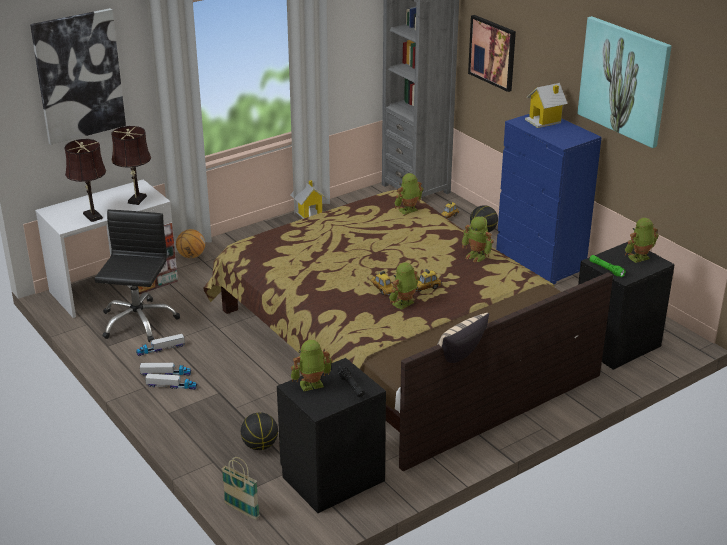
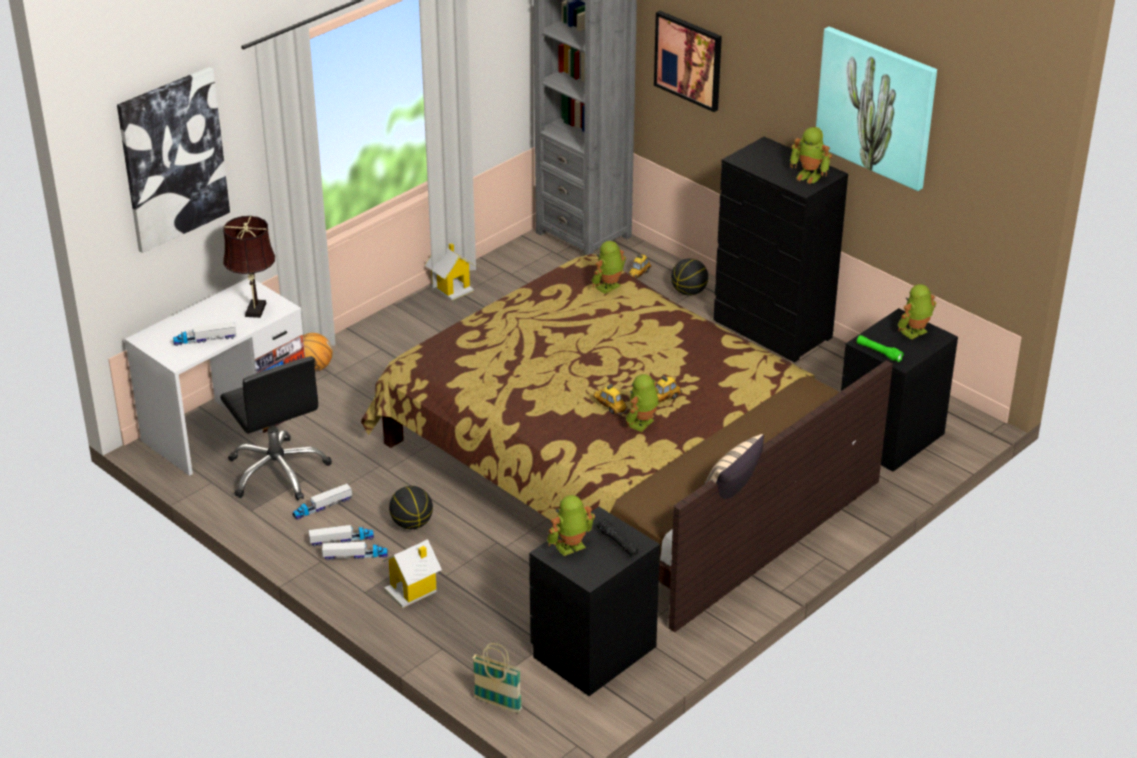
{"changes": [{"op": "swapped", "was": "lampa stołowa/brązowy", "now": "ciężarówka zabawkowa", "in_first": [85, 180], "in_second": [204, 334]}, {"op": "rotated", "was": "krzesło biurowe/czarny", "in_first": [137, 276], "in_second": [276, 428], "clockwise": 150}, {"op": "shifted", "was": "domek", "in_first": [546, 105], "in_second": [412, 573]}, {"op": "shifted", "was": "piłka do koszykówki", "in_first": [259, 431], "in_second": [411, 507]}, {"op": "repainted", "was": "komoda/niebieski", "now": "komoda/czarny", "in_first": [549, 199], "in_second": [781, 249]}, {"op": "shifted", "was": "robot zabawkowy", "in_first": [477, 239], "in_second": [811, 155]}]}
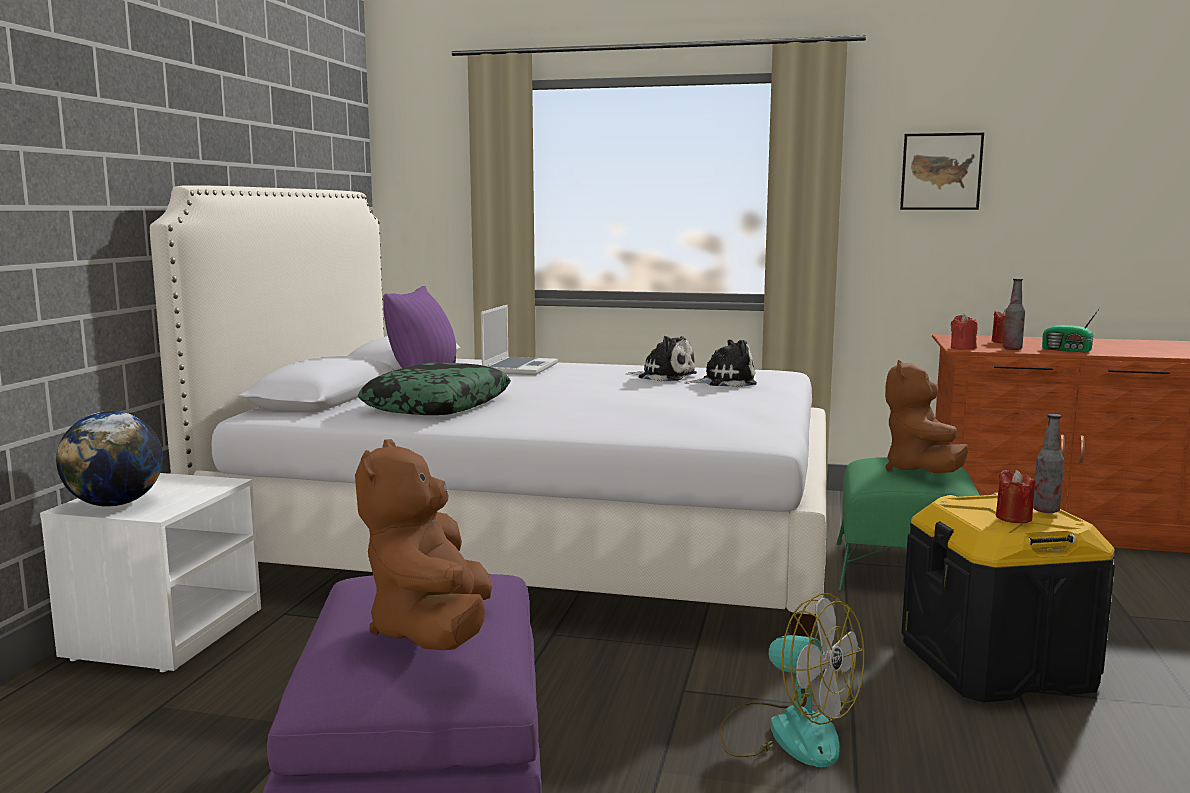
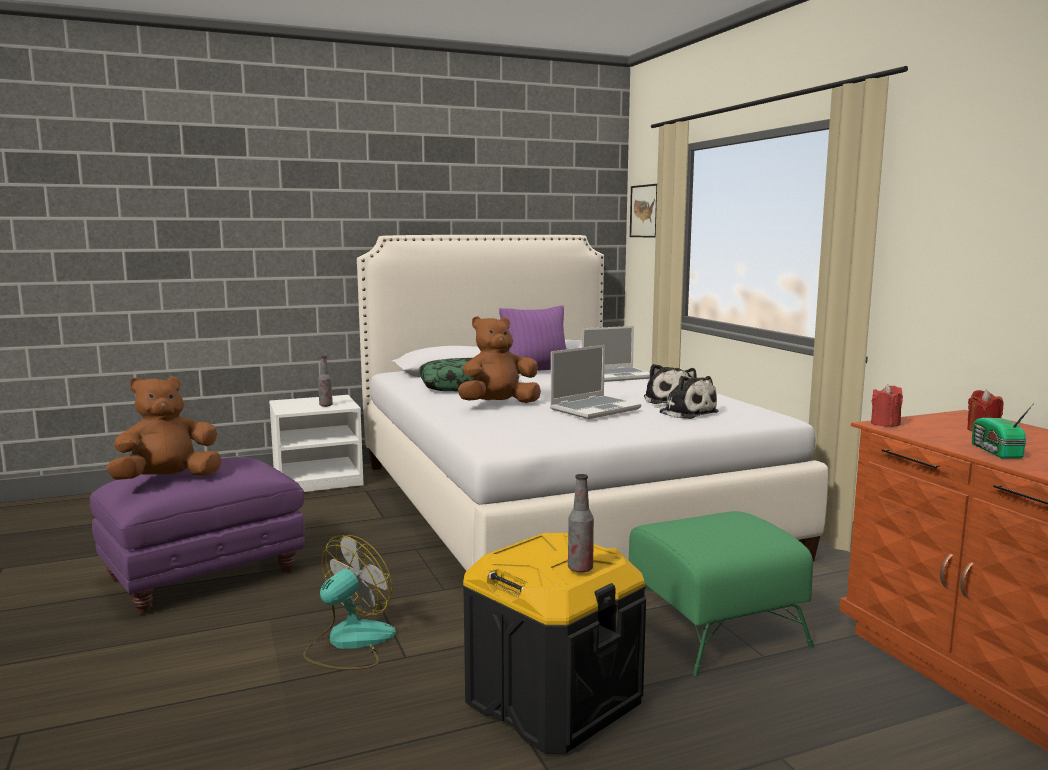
{"changes": [{"op": "rotated", "was": "wentylator", "in_first": [791, 680], "in_second": [349, 602], "clockwise": -150}, {"op": "shifted", "was": "butelka", "in_first": [1014, 314], "in_second": [325, 381]}, {"op": "shifted", "was": "pluszak/brązowy", "in_first": [926, 416], "in_second": [499, 359]}, {"op": "new", "now": "laptop", "in_second": [595, 382]}, {"op": "shifted", "was": "obraz", "in_first": [942, 171], "in_second": [643, 211]}, {"op": "gone", "was": "globus", "in_first": [109, 459]}, {"op": "gone", "was": "świeca/czerwony", "in_first": [1015, 496]}]}
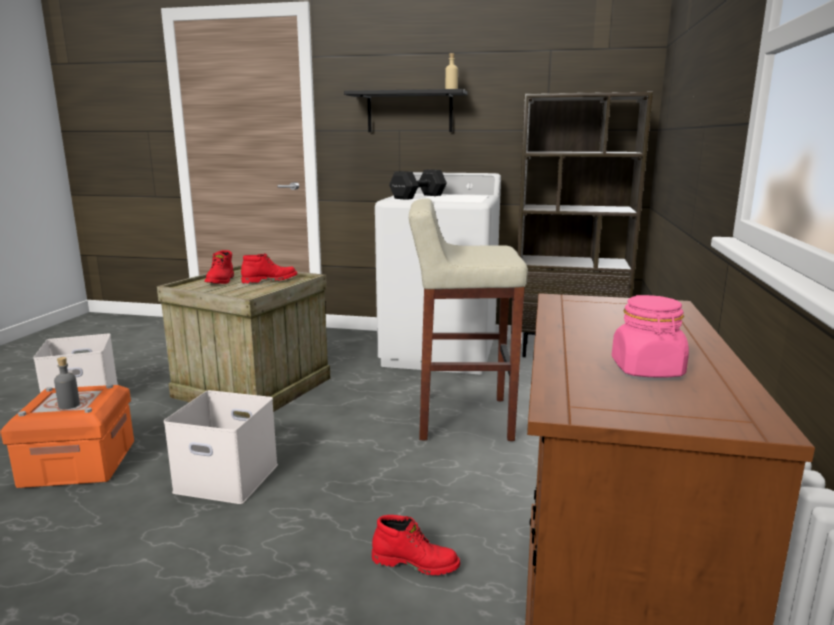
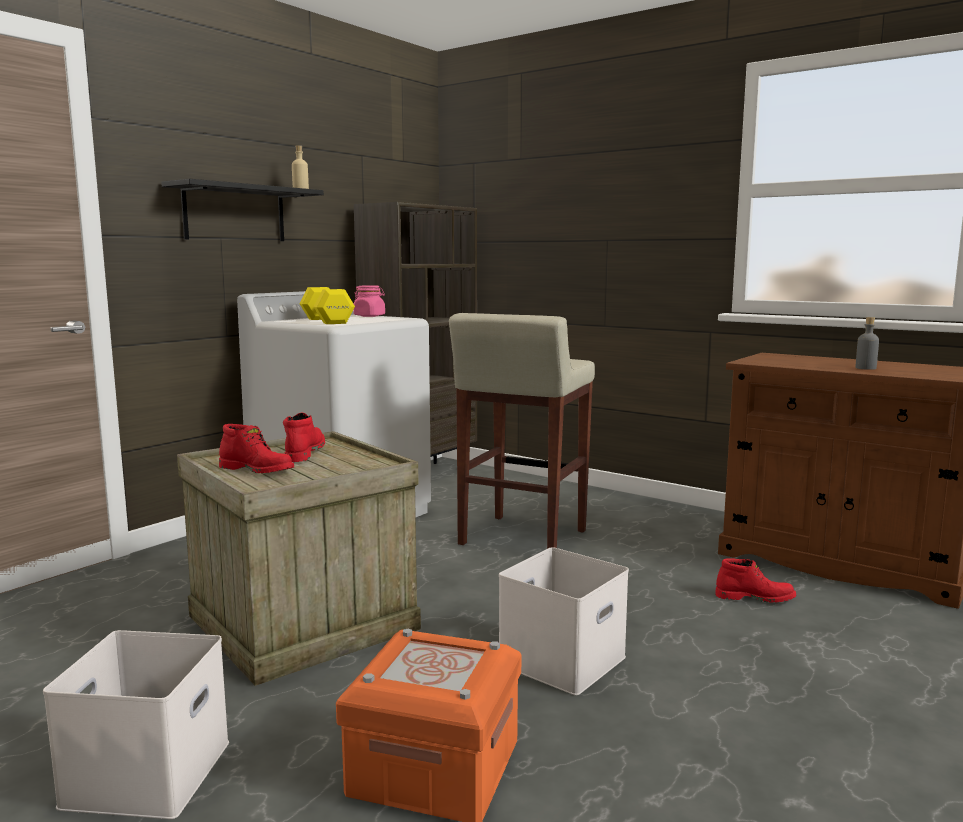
{"changes": [{"op": "repainted", "was": "hantel/czarny", "now": "hantel/żółty", "in_first": [418, 184], "in_second": [327, 305]}, {"op": "shifted", "was": "słoik/różowy", "in_first": [650, 336], "in_second": [369, 301]}, {"op": "rotated", "was": "but z cholewką/czerwony", "in_first": [416, 545], "in_second": [755, 580], "clockwise": 60}, {"op": "shifted", "was": "butelka/szary", "in_first": [67, 383], "in_second": [867, 343]}]}
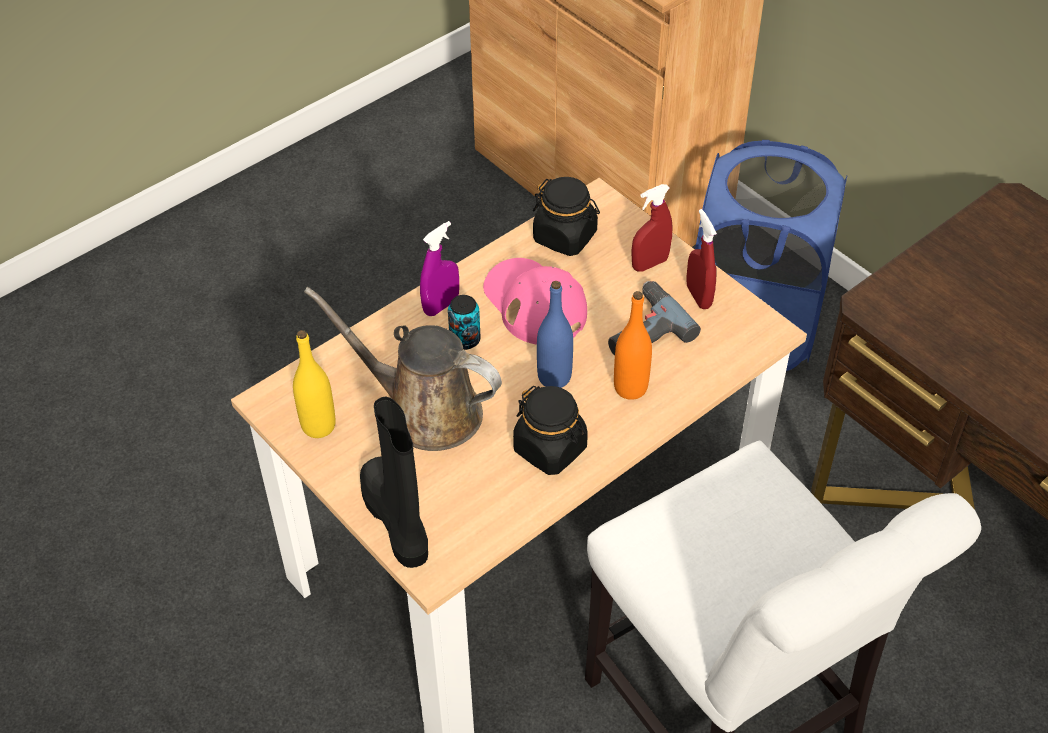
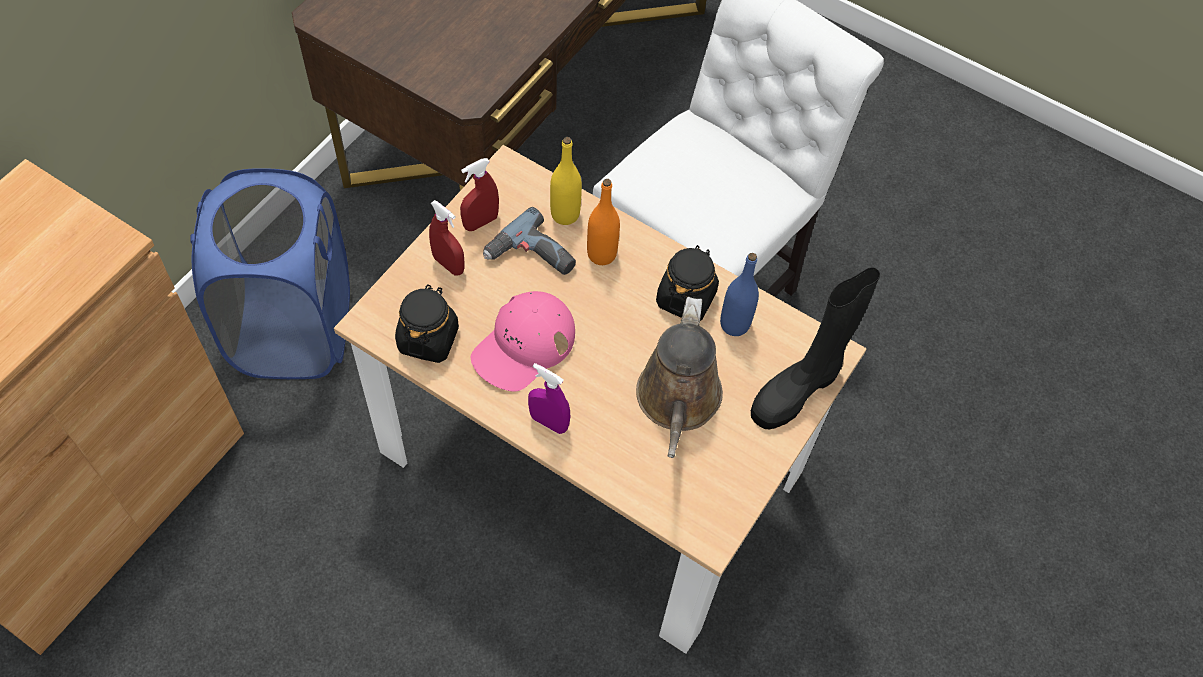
{"changes": [{"op": "shifted", "was": "butelka/żółty", "in_first": [314, 384], "in_second": [566, 181]}, {"op": "shifted", "was": "butelka/niebieski", "in_first": [555, 334], "in_second": [739, 294]}, {"op": "gone", "was": "puszka", "in_first": [464, 322]}]}
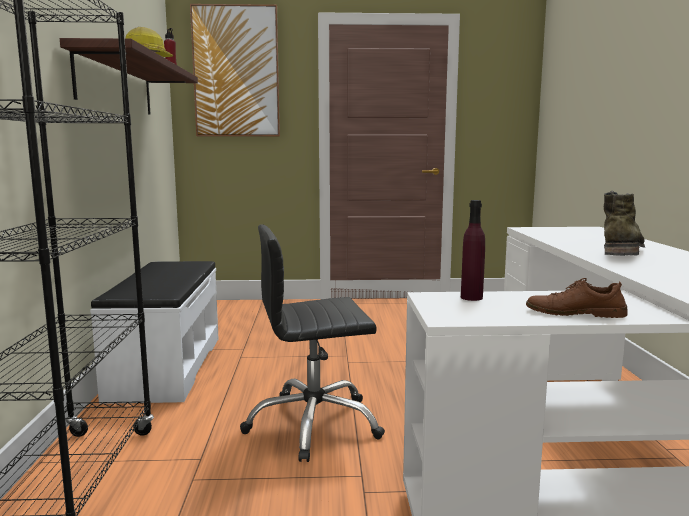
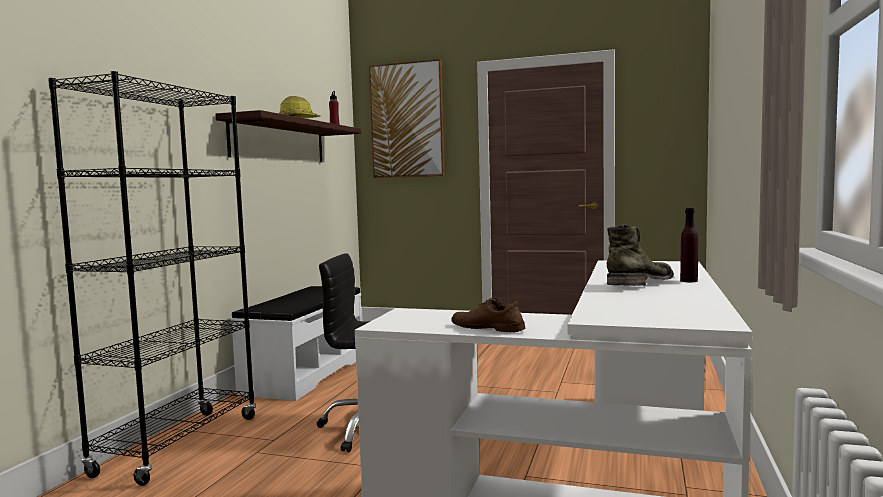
{"changes": [{"op": "shifted", "was": "butelka/fioletowy", "in_first": [473, 250], "in_second": [689, 245]}]}
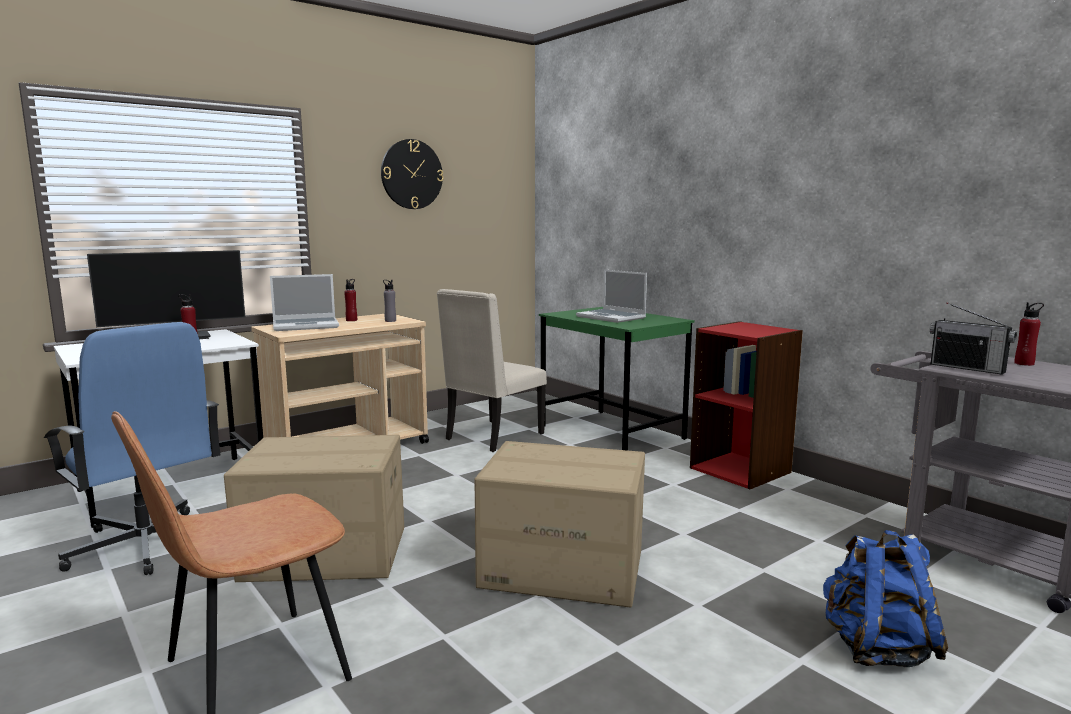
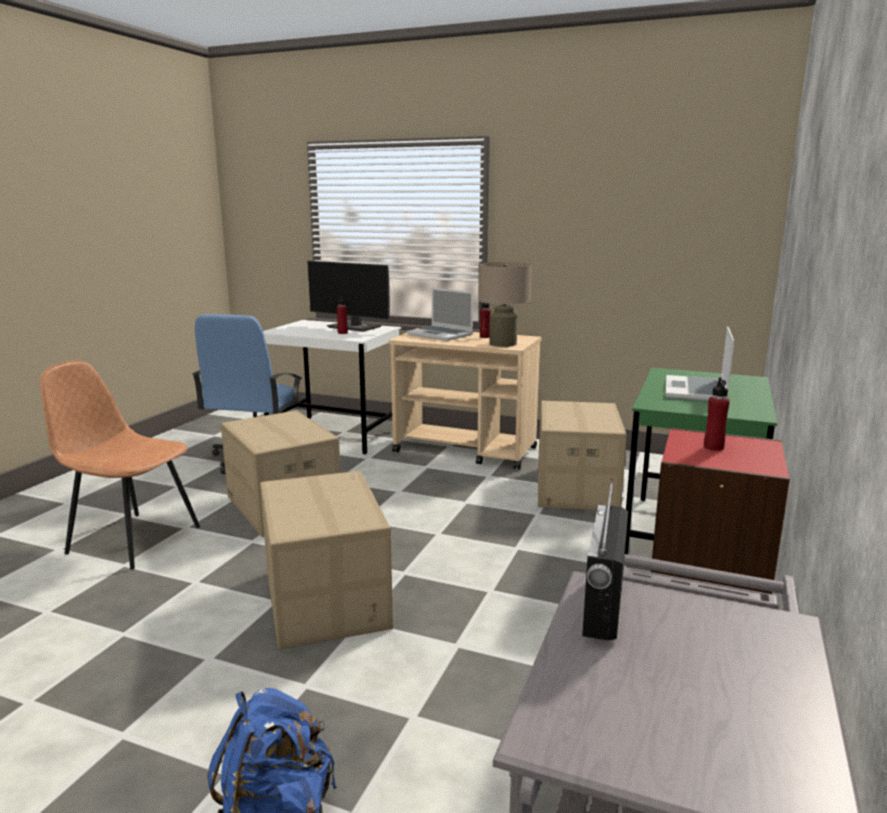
{"changes": [{"op": "swapped", "was": "butelka/szary", "now": "lampa stołowa/beżowy", "in_first": [389, 301], "in_second": [505, 304]}, {"op": "swapped", "was": "krzesło/beżowy", "now": "karton", "in_first": [492, 370], "in_second": [582, 455]}, {"op": "shifted", "was": "butelka/czerwony", "in_first": [1029, 334], "in_second": [717, 414]}, {"op": "gone", "was": "zegar ścienny", "in_first": [412, 174]}]}
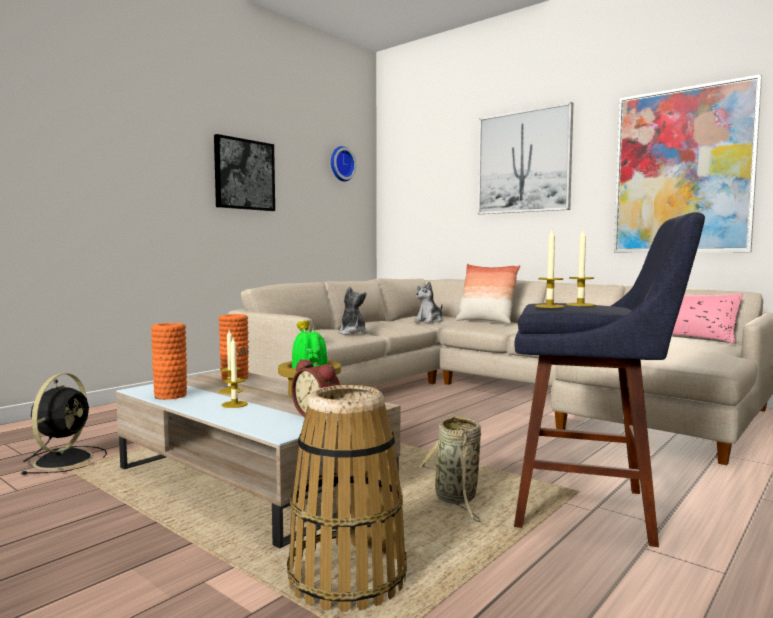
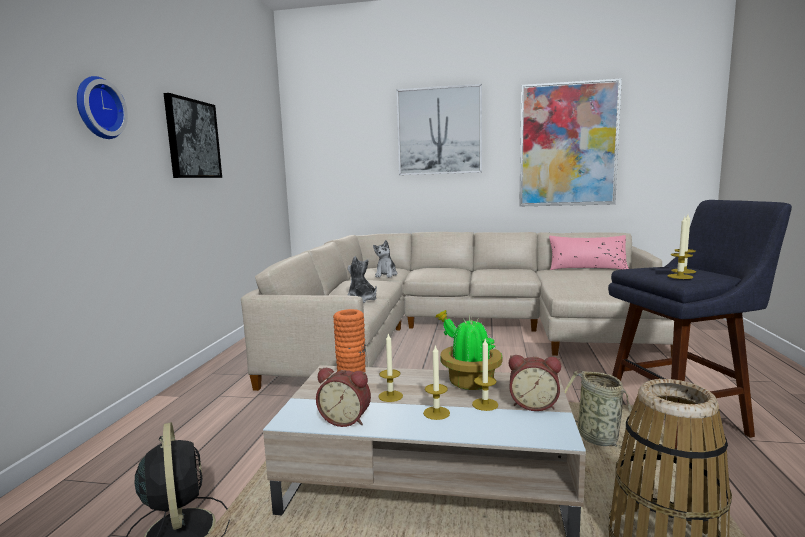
{"changes": [{"op": "shifted", "was": "zegar ścienny", "in_first": [343, 164], "in_second": [102, 107]}, {"op": "swapped", "was": "wazon/pomarańczowy", "now": "budzik", "in_first": [169, 361], "in_second": [343, 397]}, {"op": "new", "now": "świeca", "in_second": [485, 375]}, {"op": "gone", "was": "poduszka", "in_first": [488, 294]}]}
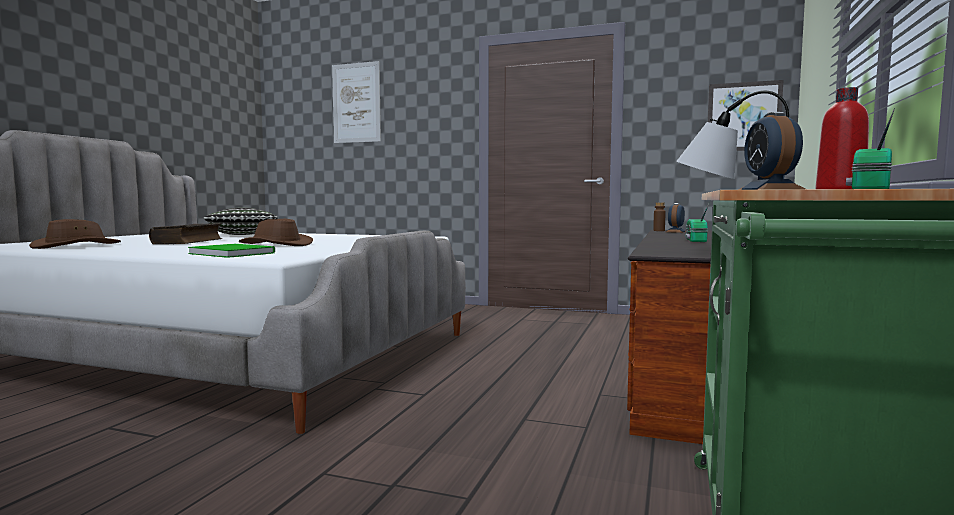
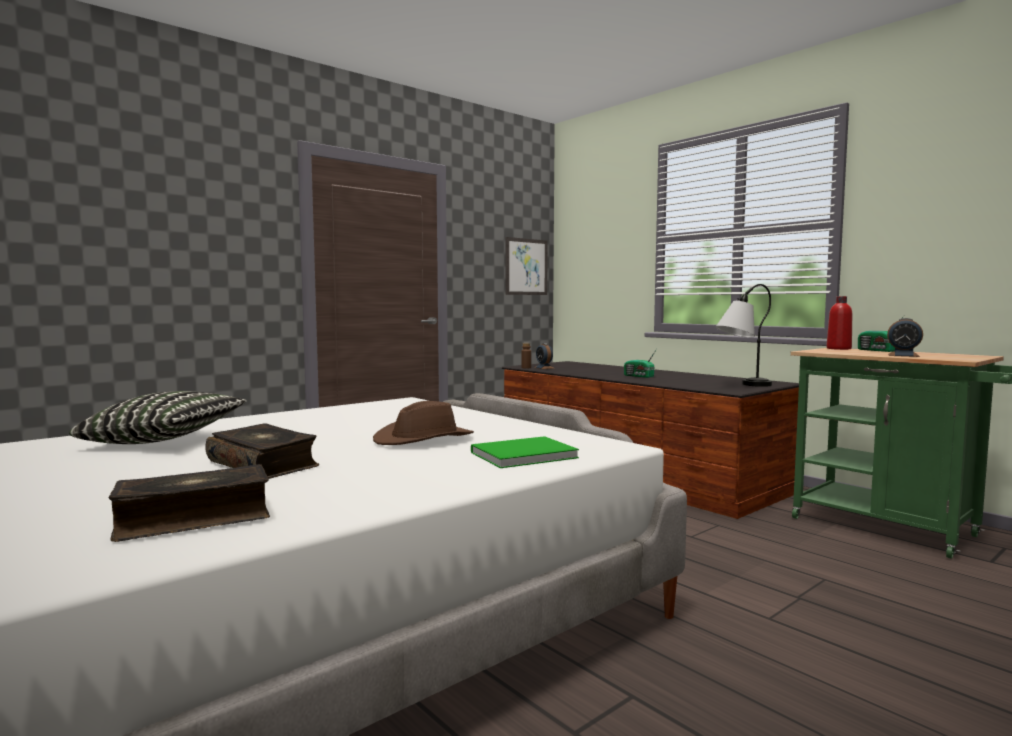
{"changes": [{"op": "swapped", "was": "kapelusz/brązowy", "now": "książka", "in_first": [75, 234], "in_second": [189, 503]}, {"op": "gone", "was": "obraz", "in_first": [356, 102]}]}
